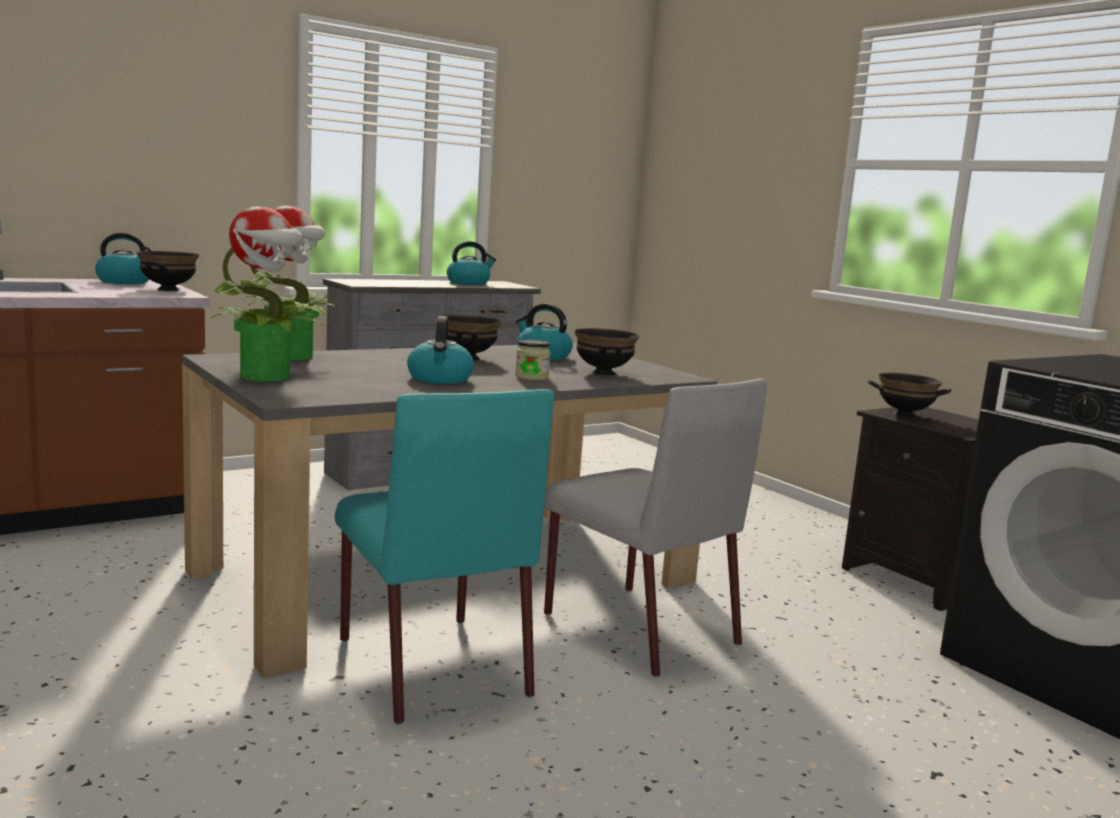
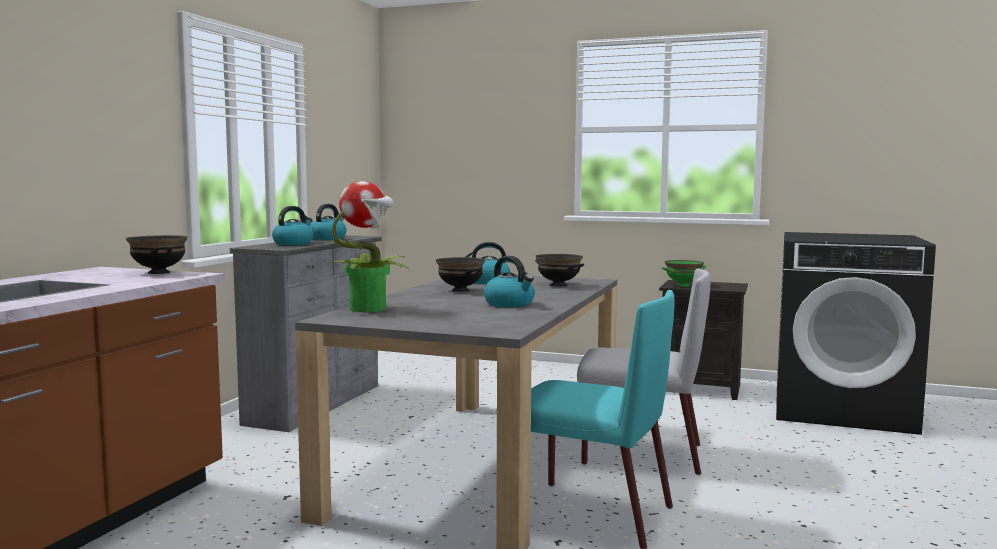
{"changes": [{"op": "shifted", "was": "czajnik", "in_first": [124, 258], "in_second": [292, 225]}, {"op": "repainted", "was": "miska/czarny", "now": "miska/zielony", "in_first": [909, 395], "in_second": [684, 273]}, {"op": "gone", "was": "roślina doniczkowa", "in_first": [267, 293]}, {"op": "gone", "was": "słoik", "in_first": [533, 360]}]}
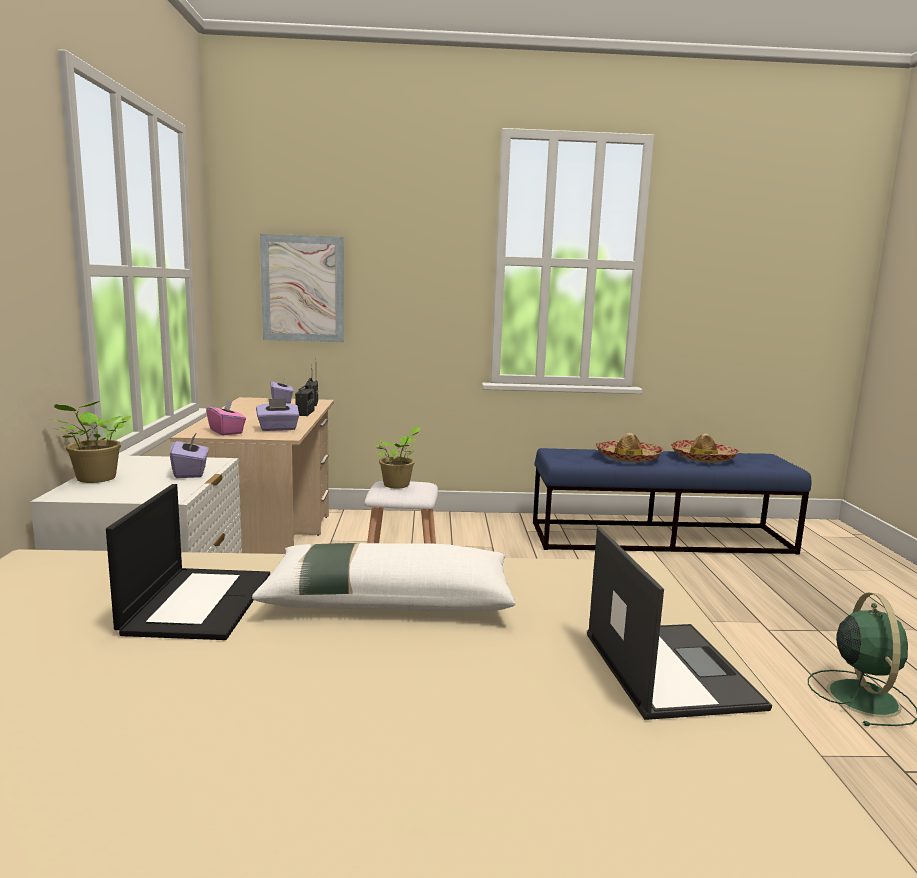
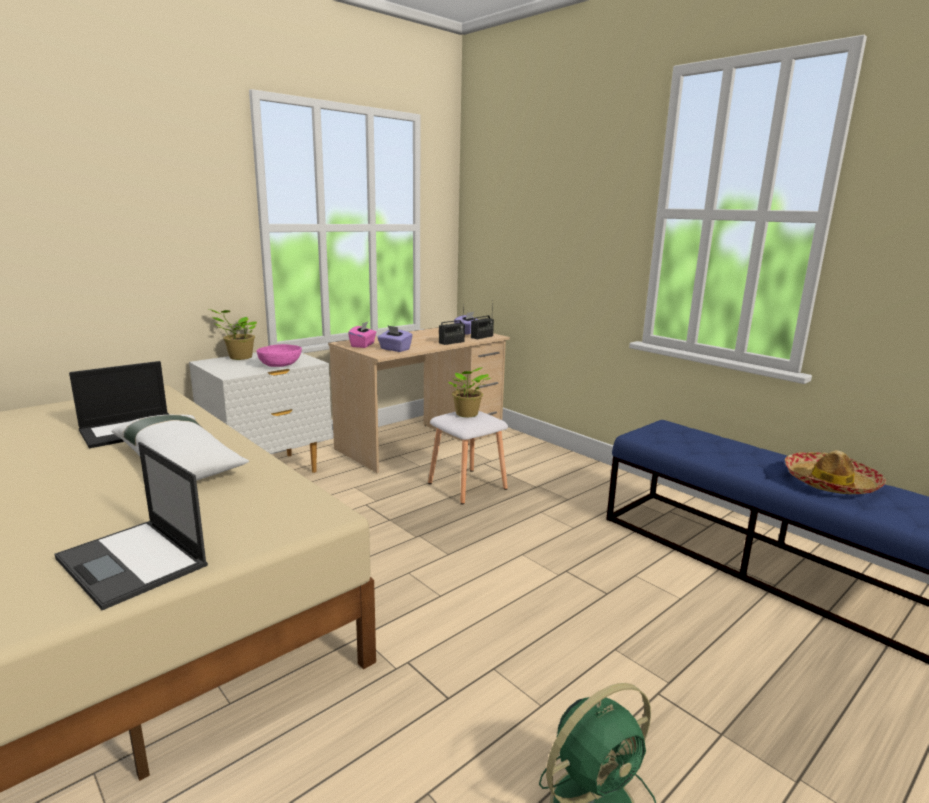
{"changes": [{"op": "rotated", "was": "laptop", "in_first": [679, 623], "in_second": [131, 526], "clockwise": 90}, {"op": "swapped", "was": "pudełko chusteczek/fioletowy", "now": "miska/różowy", "in_first": [189, 455], "in_second": [279, 355]}, {"op": "gone", "was": "obraz", "in_first": [302, 288]}, {"op": "gone", "was": "kapelusz", "in_first": [630, 448]}]}
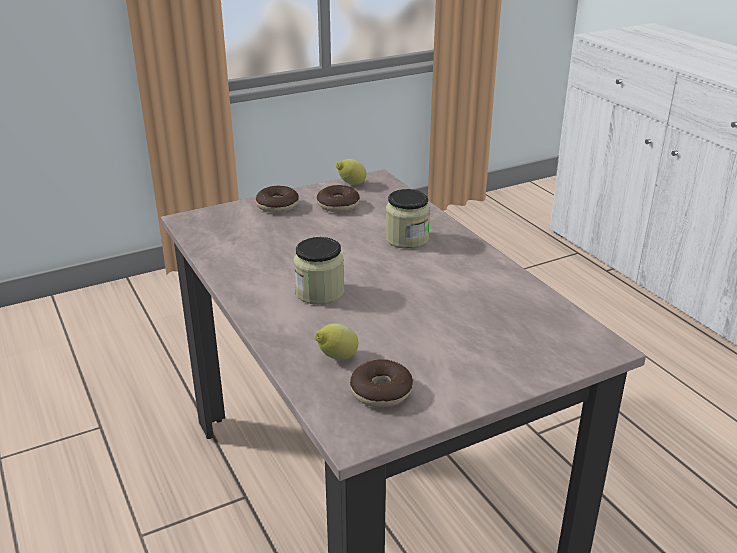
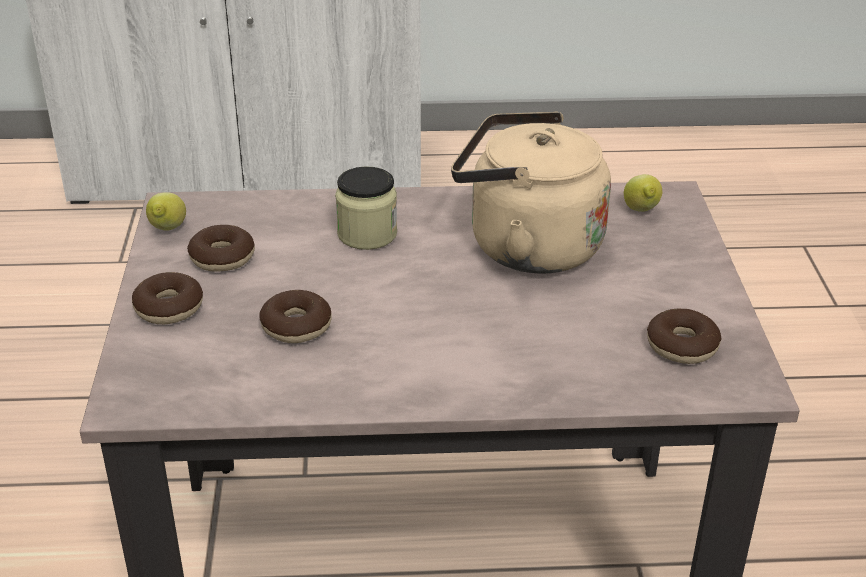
{"changes": [{"op": "new", "now": "donut", "in_second": [295, 316]}, {"op": "new", "now": "czajnik/beżowy", "in_second": [531, 192]}, {"op": "shifted", "was": "cytryna", "in_first": [336, 341], "in_second": [643, 193]}, {"op": "gone", "was": "słoik", "in_first": [319, 271]}]}
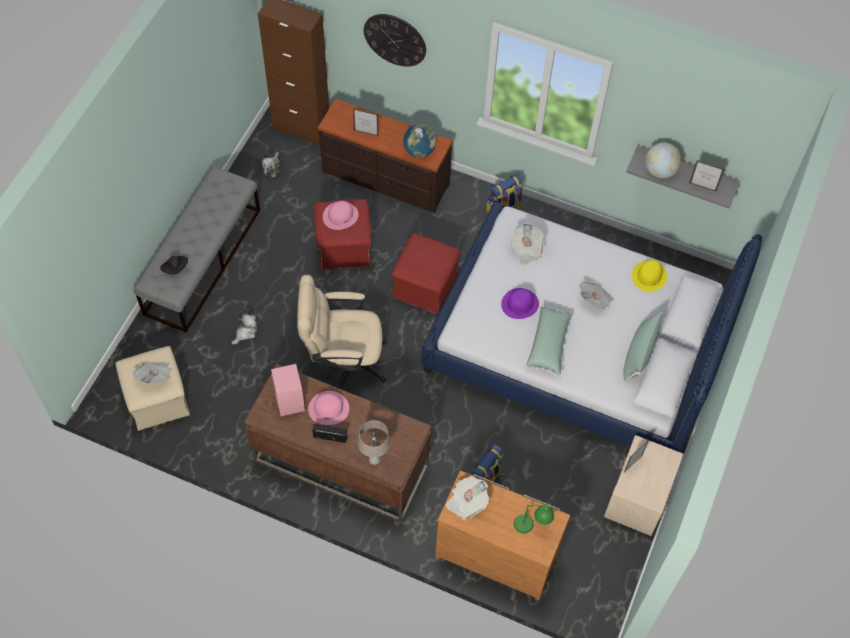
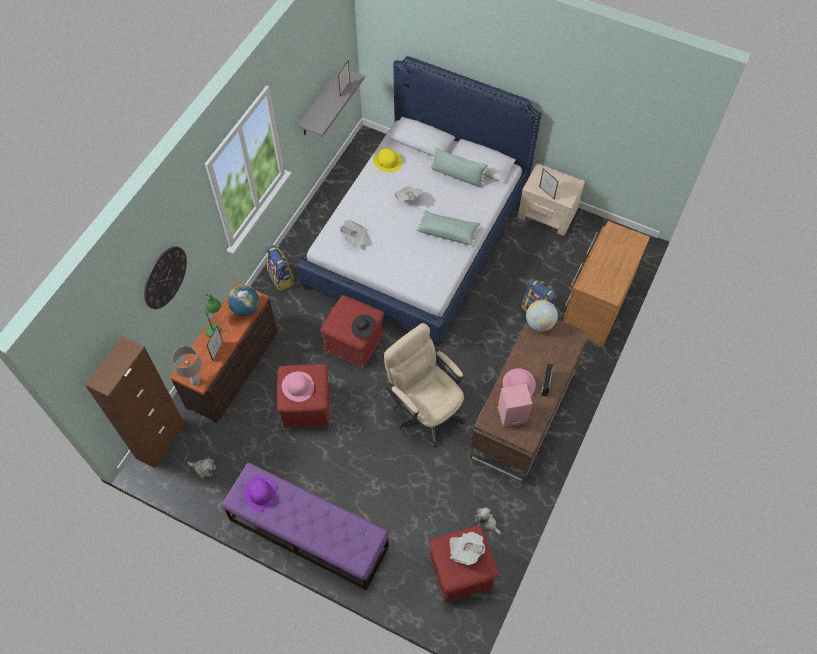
{"changes": [{"op": "shifted", "was": "lampa stołowa/beżowy", "in_first": [374, 442], "in_second": [187, 366]}, {"op": "shifted", "was": "lampa stołowa/zielony", "in_first": [534, 518], "in_second": [213, 316]}, {"op": "repainted", "was": "ławka/szary", "now": "ławka/fioletowy", "in_first": [197, 249], "in_second": [305, 526]}, {"op": "shifted", "was": "kapelusz/fioletowy", "in_first": [520, 303], "in_second": [260, 493]}, {"op": "shifted", "was": "kapelusz/czarny", "in_first": [174, 265], "in_second": [363, 326]}, {"op": "rotated", "was": "krzesło biurowe/beżowy", "in_first": [342, 332], "in_second": [425, 385], "clockwise": 135}, {"op": "repainted", "was": "pufa/beżowy", "now": "pufa/czerwony", "in_first": [152, 388], "in_second": [464, 564]}, {"op": "shifted", "was": "pluszak", "in_first": [244, 329], "in_second": [488, 521]}, {"op": "shifted", "was": "globus", "in_first": [663, 160], "in_second": [542, 316]}, {"op": "gone", "was": "gazeta", "in_first": [467, 498]}]}
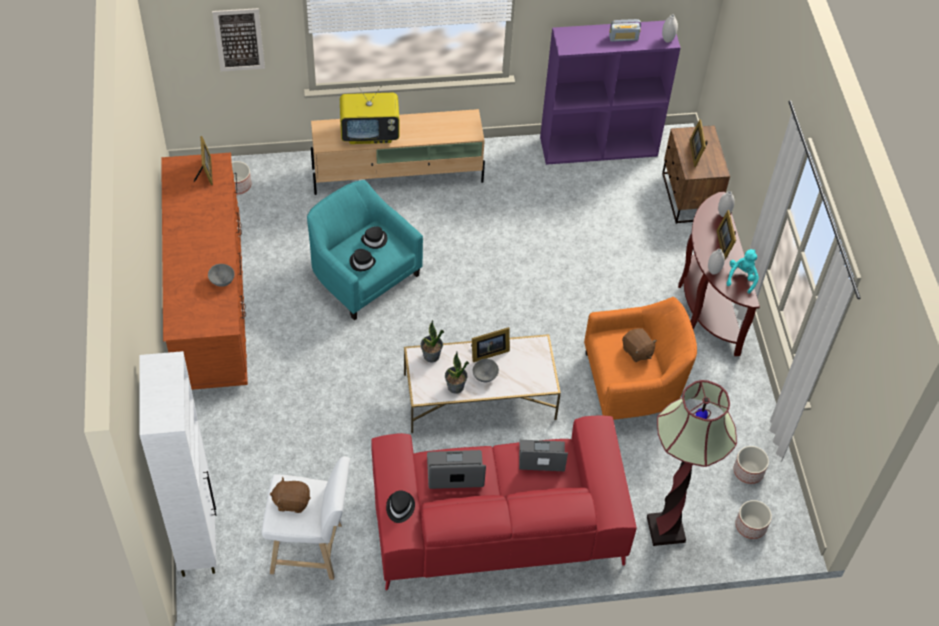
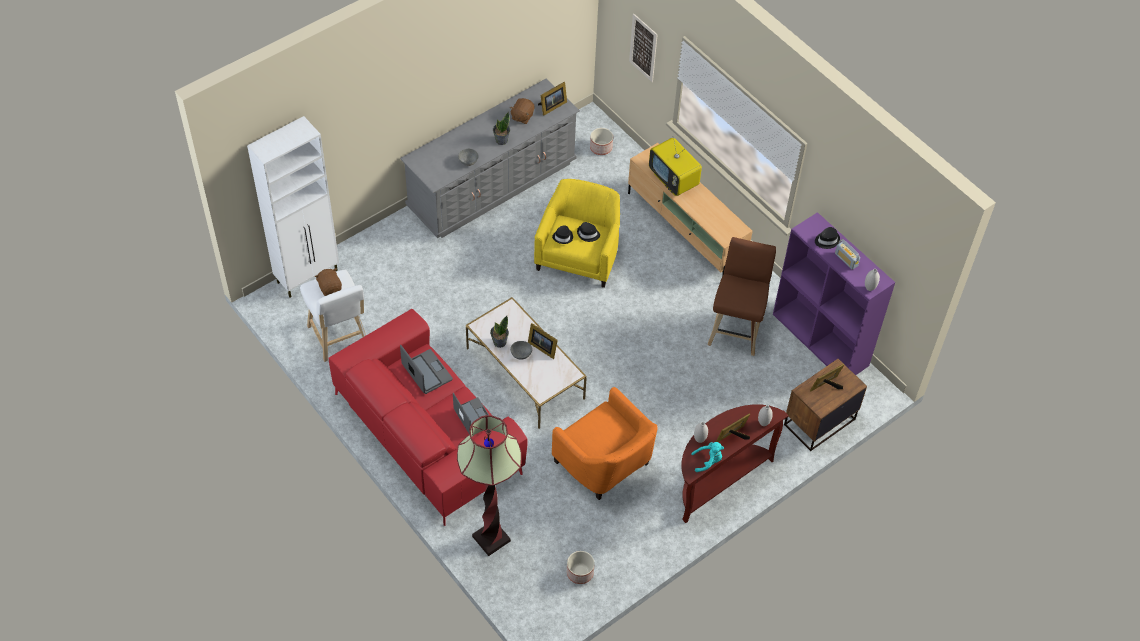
{"changes": [{"op": "repainted", "was": "komoda/brązowy", "now": "komoda/szary", "in_first": [204, 271], "in_second": [490, 158]}, {"op": "shifted", "was": "roślina doniczkowa", "in_first": [432, 341], "in_second": [501, 128]}, {"op": "shifted", "was": "pluszak/brązowy", "in_first": [639, 345], "in_second": [522, 111]}, {"op": "repainted", "was": "fotel/turkusowy", "now": "fotel/żółty", "in_first": [365, 250], "in_second": [577, 233]}, {"op": "new", "now": "stołek/brązowy", "in_second": [741, 296]}, {"op": "shifted", "was": "kapelusz/czarny", "in_first": [400, 506], "in_second": [827, 238]}, {"op": "gone", "was": "donica", "in_first": [753, 519]}]}
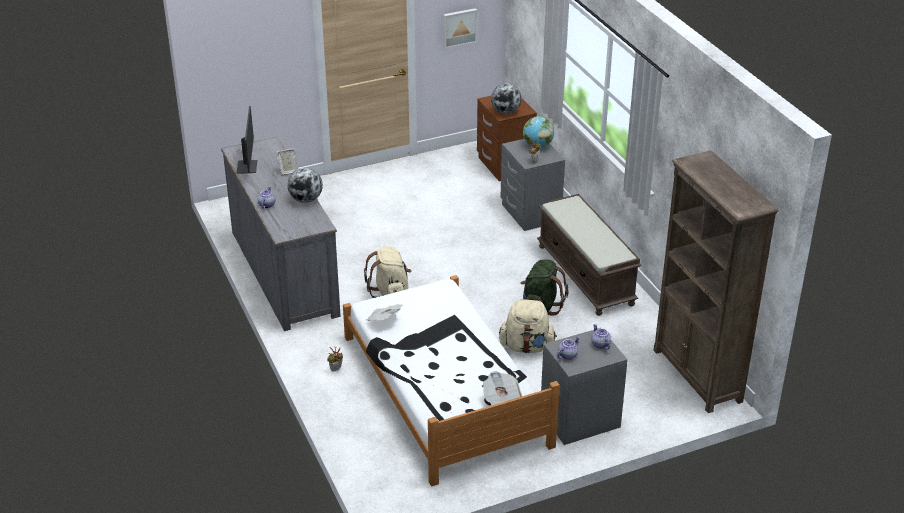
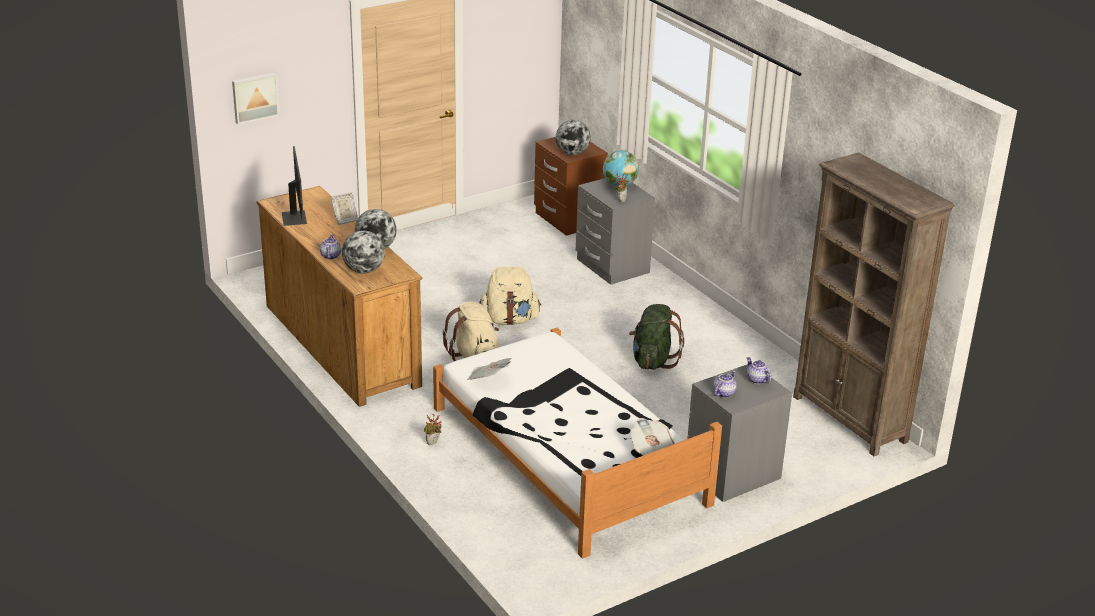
{"changes": [{"op": "shifted", "was": "obraz", "in_first": [460, 28], "in_second": [255, 98]}, {"op": "repainted", "was": "komoda/szary", "now": "komoda/brązowy", "in_first": [281, 233], "in_second": [339, 296]}, {"op": "new", "now": "globus", "in_second": [363, 251]}, {"op": "shifted", "was": "plecak/beżowy", "in_first": [528, 326], "in_second": [510, 296]}, {"op": "gone", "was": "ławka/brązowy", "in_first": [589, 255]}]}
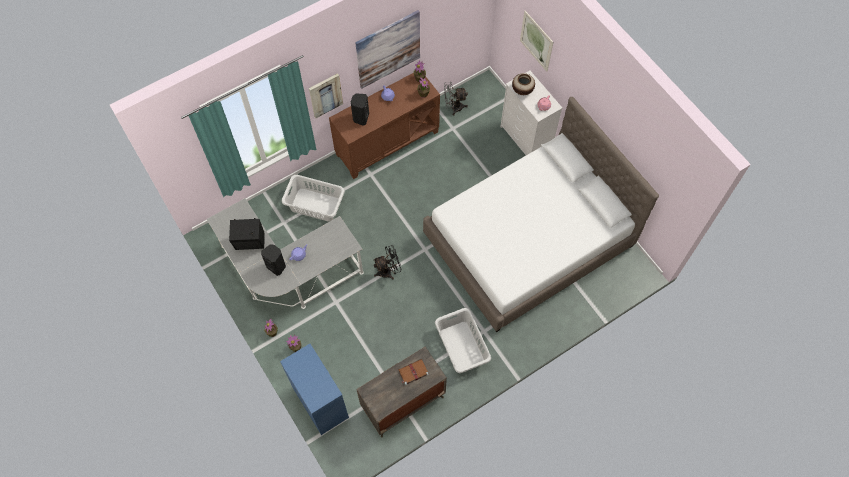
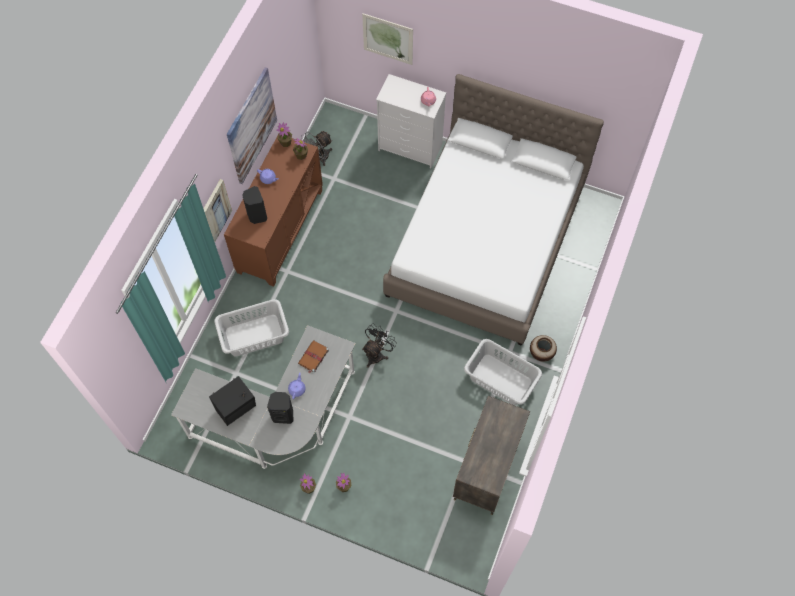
{"changes": [{"op": "shifted", "was": "książka/brązowy", "in_first": [413, 372], "in_second": [313, 356]}, {"op": "shifted", "was": "wazon", "in_first": [523, 84], "in_second": [543, 348]}, {"op": "gone", "was": "komoda/niebieski", "in_first": [314, 389]}]}
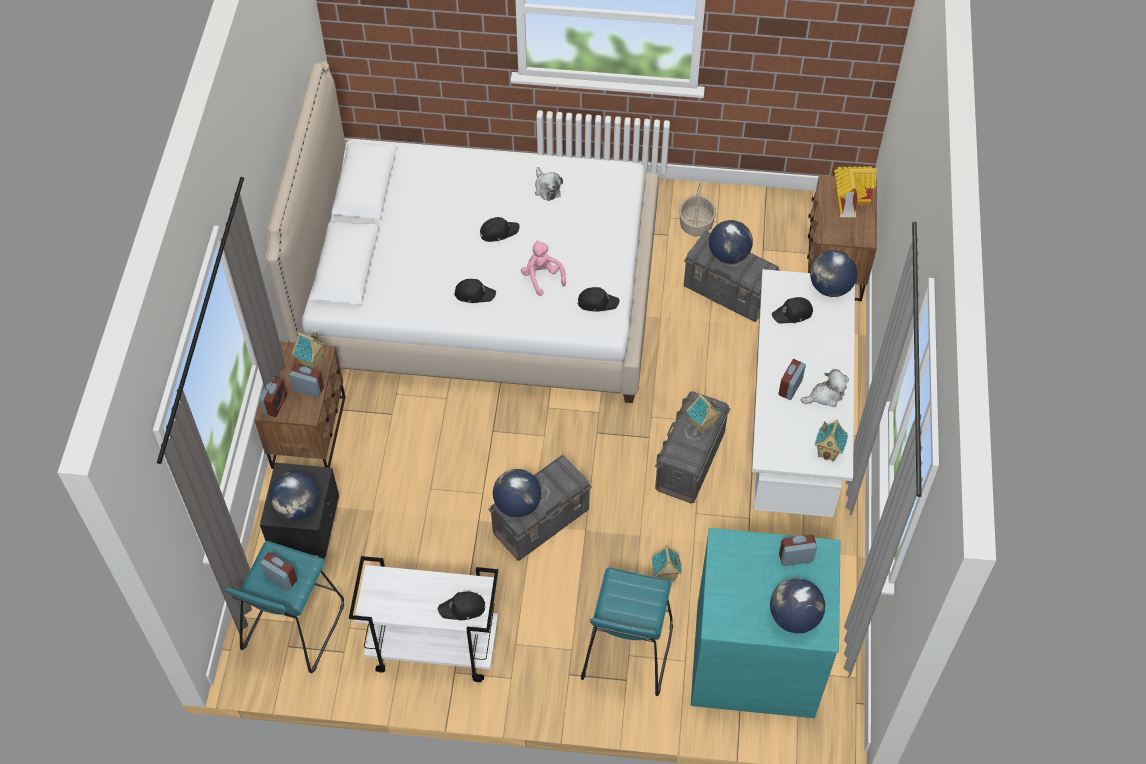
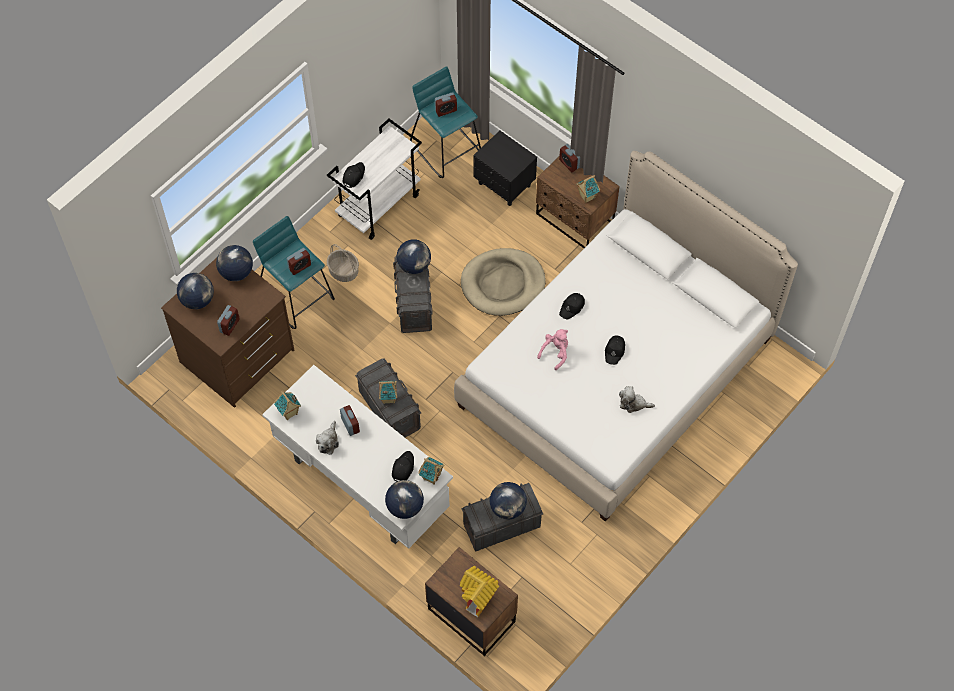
{"changes": [{"op": "repainted", "was": "komoda/turkusowy", "now": "komoda/brązowy", "in_first": [766, 623], "in_second": [227, 333]}, {"op": "shifted", "was": "globus", "in_first": [294, 496], "in_second": [234, 263]}, {"op": "shifted", "was": "budzik", "in_first": [306, 381], "in_second": [298, 261]}, {"op": "shifted", "was": "koszyk", "in_first": [697, 209], "in_second": [343, 263]}, {"op": "shifted", "was": "domek", "in_first": [666, 563], "in_second": [431, 471]}, {"op": "new", "now": "legowisko/beżowy", "in_second": [503, 282]}, {"op": "rotated", "was": "pluszak/różowy", "in_first": [543, 268], "in_second": [552, 349], "clockwise": -60}, {"op": "gone", "was": "czapka z daszkiem/czarny", "in_first": [599, 299]}]}
